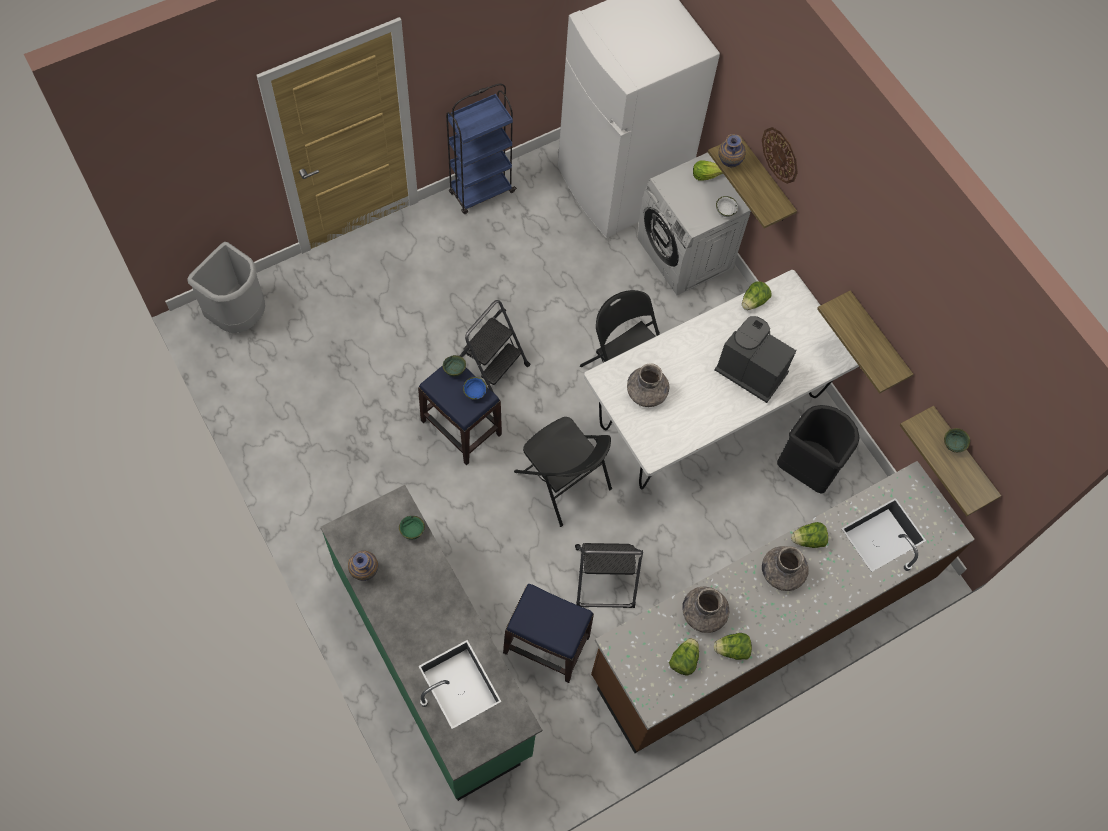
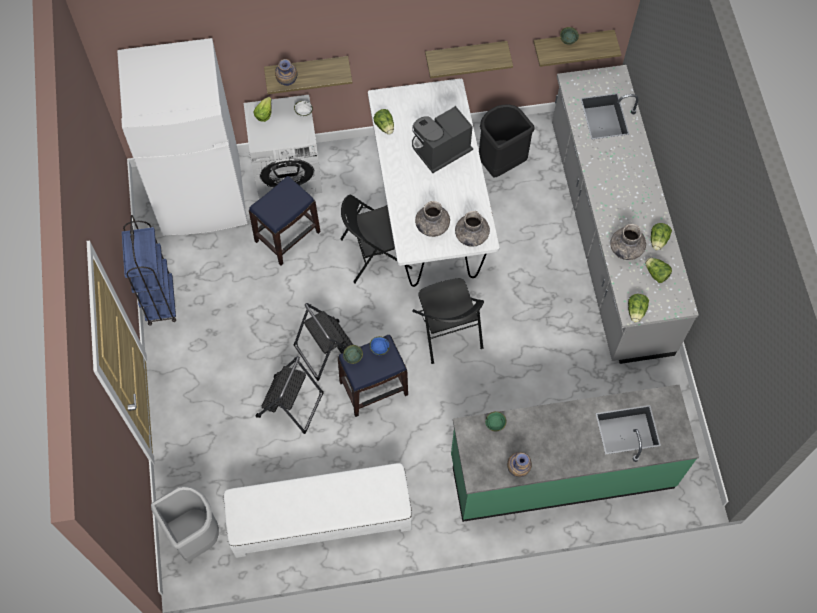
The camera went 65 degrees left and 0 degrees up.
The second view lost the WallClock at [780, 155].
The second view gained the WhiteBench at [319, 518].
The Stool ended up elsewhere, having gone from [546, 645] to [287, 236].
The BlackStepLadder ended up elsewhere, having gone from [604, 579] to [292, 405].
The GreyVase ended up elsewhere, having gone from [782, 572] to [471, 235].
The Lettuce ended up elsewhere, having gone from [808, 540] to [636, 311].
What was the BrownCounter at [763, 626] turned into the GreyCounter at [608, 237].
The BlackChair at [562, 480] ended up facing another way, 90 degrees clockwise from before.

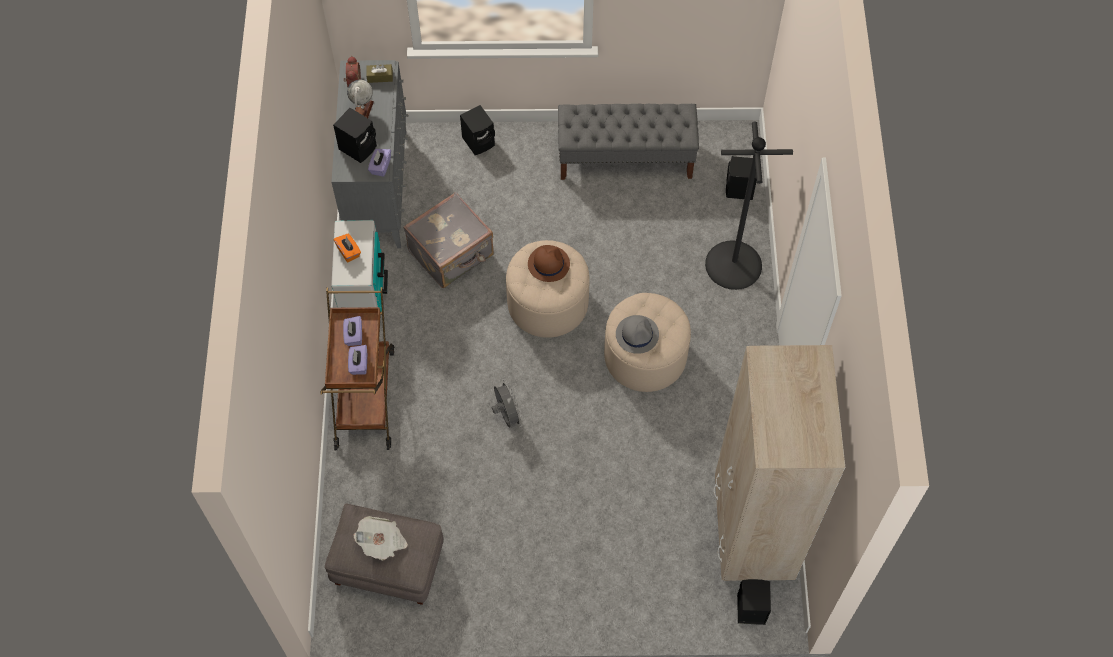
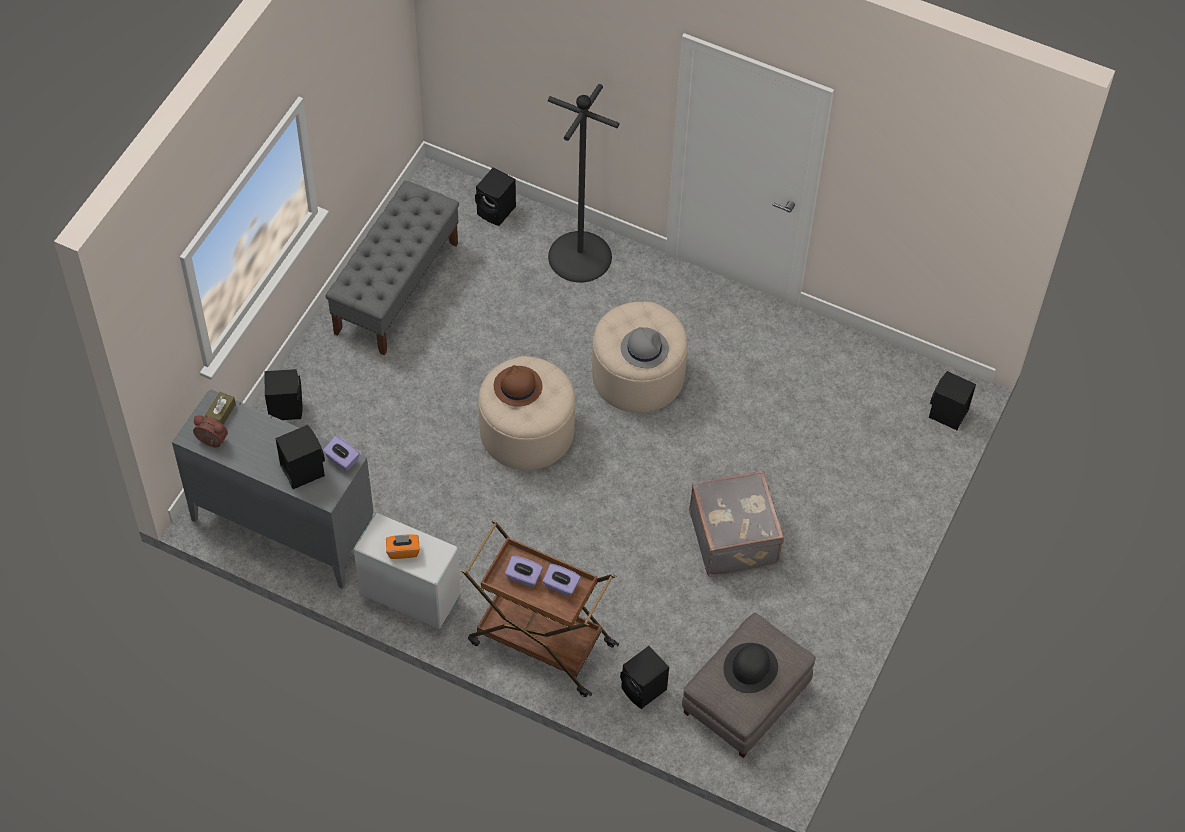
The camera went 65 degrees left and 5 degrees down.
The second view lost the Globe at [363, 109].
The second view lost the GreyFan at [507, 415].
The second view lost the BeigeWardrobe at [752, 531].
The second view gained the BlackSpeaker at [644, 690].
The GreySuitcase ended up elsewhere, having gone from [452, 254] to [735, 537].
Where the Newspaper stood at [382, 542], the BlackHat came to stand at [750, 667].

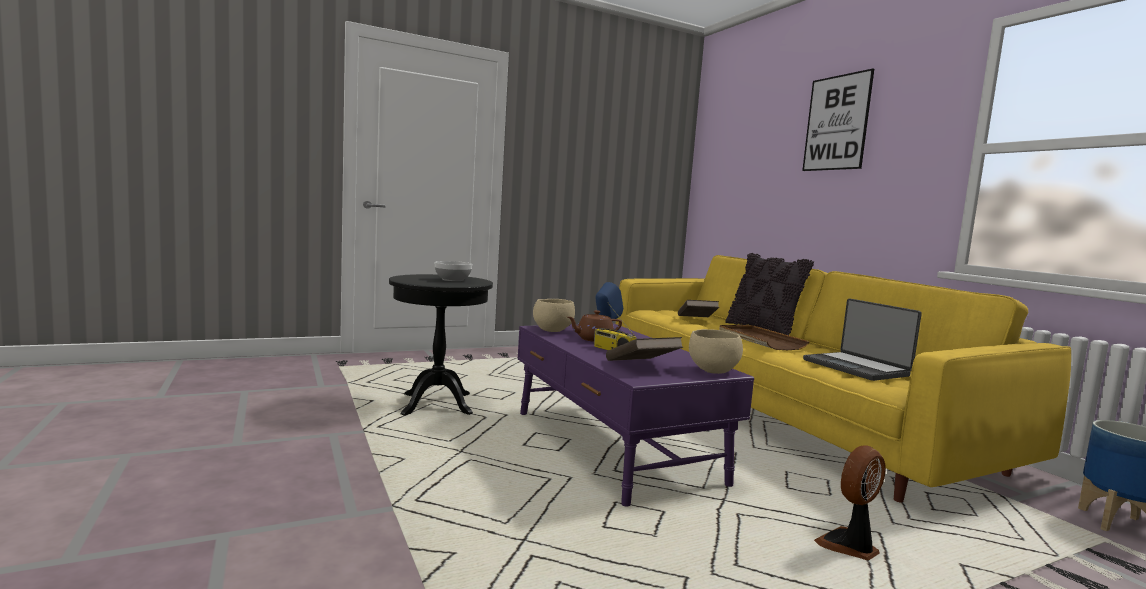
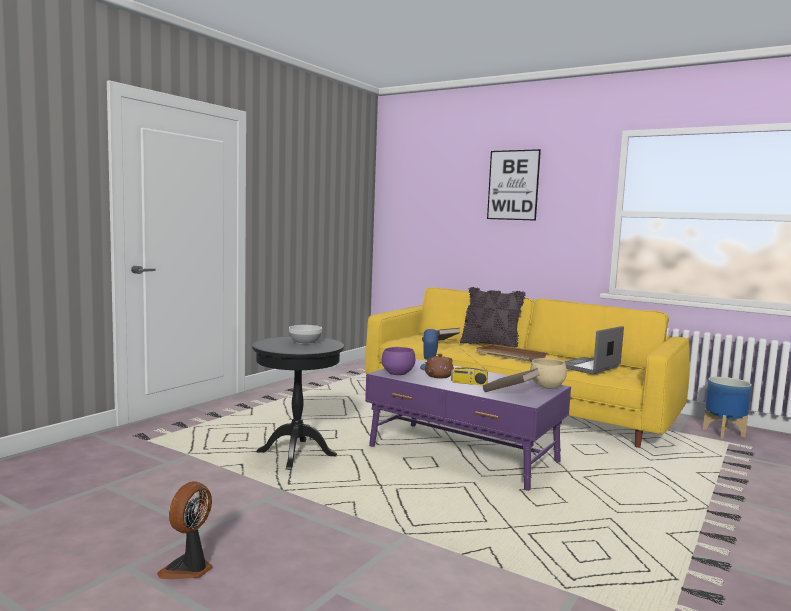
The camera went 30 degrees left and 0 degrees up.
The Fan ended up elsewhere, having gone from [849, 546] to [189, 569].
What was the BeigeBowl at [551, 330] turned into the PurpleBowl at [397, 373].
The Laptop at [857, 368] ended up facing another way, 105 degrees clockwise from before.

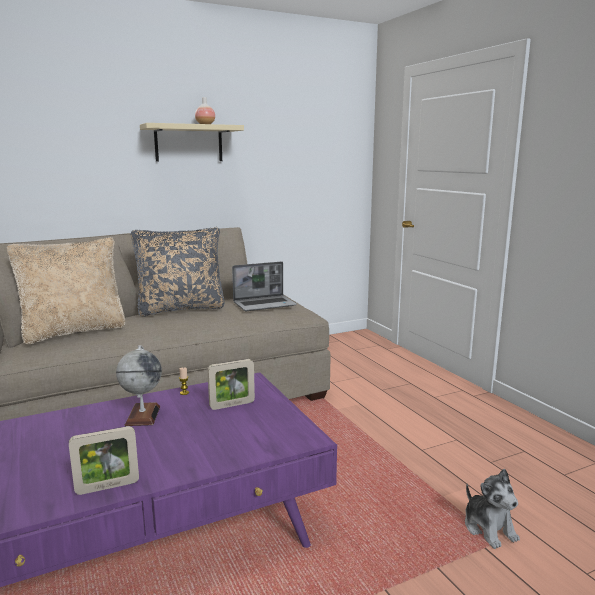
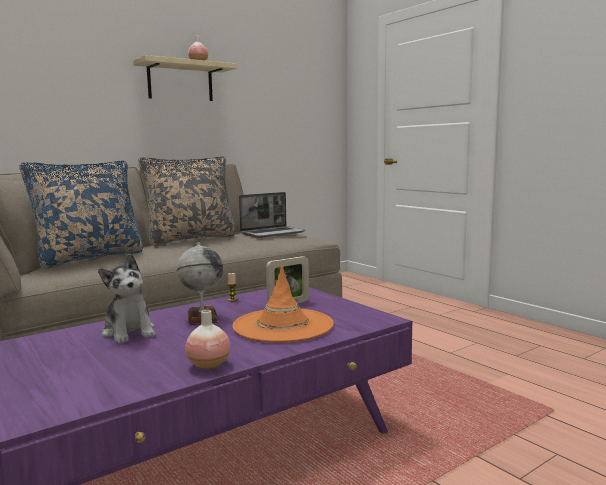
The camera went 10 degrees left and 5 degrees down.
The second view gained the OrangeHat at [283, 325].
The PlushToy ended up elsewhere, having gone from [489, 528] to [129, 332].
Where the PictureFrame stood at [107, 487], the Vase came to stand at [208, 365].
What was the BeigePillow at [75, 333] turned into the BluePillow at [91, 259].

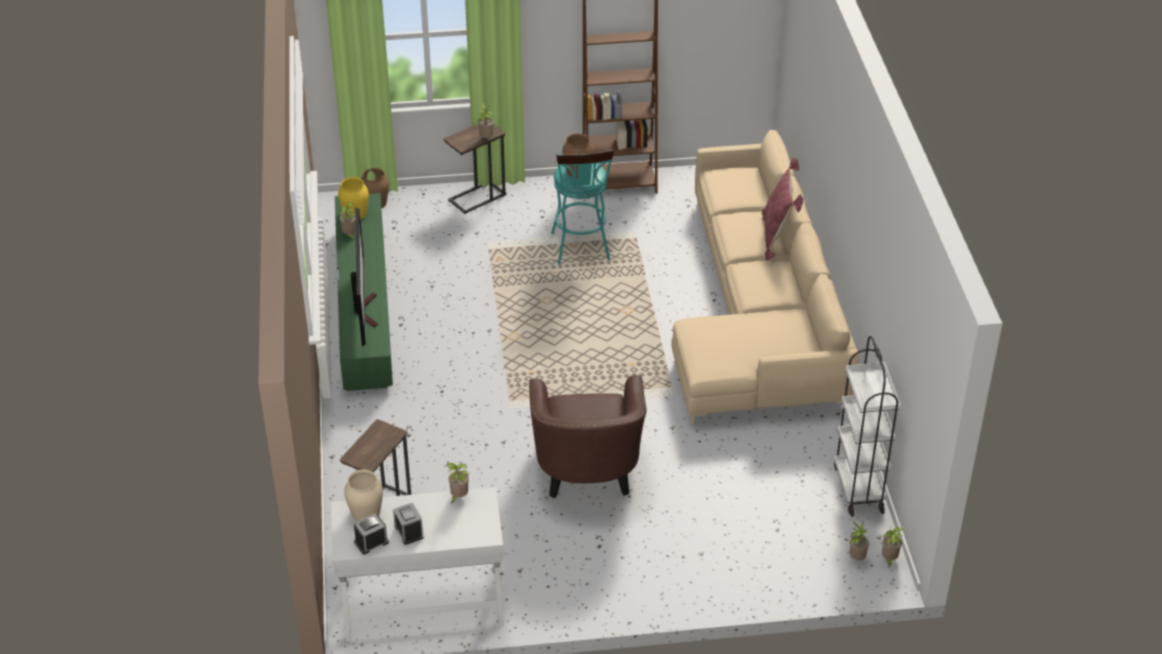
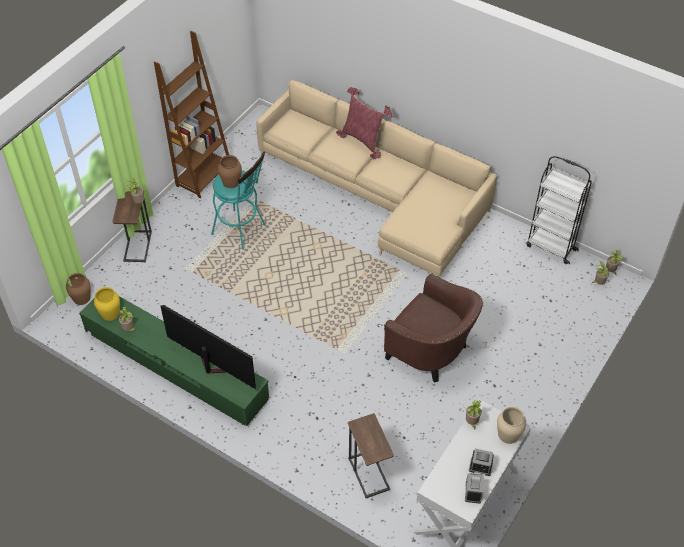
The camera went 50 degrees left and 10 degrees up.
The BeigeVase ended up elsewhere, having gone from [365, 512] to [508, 434].

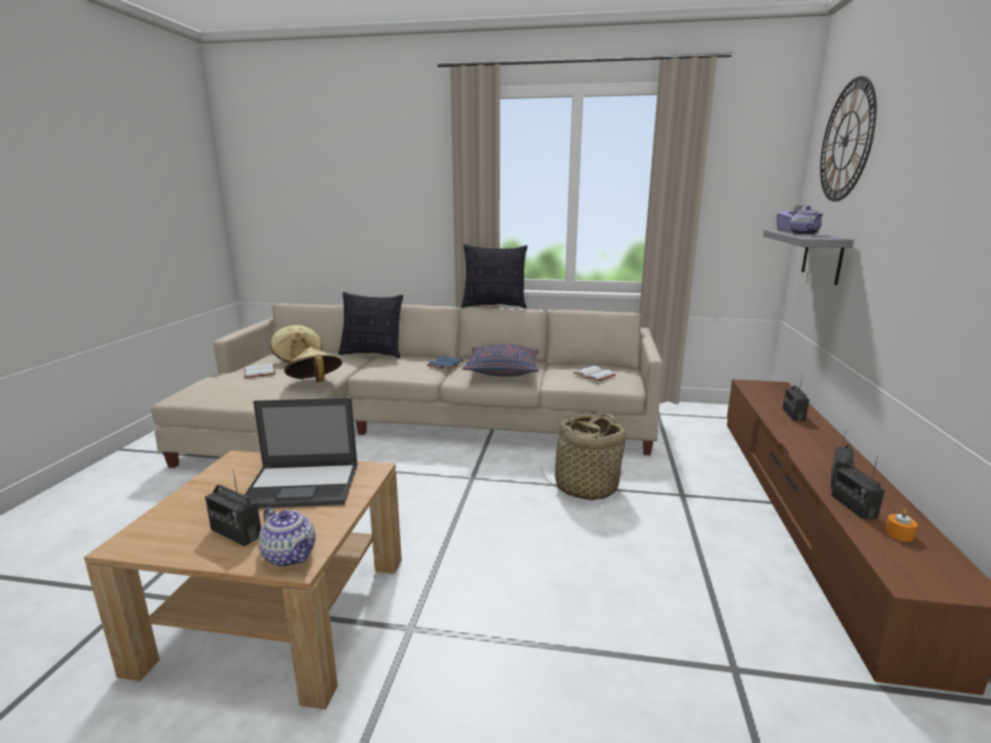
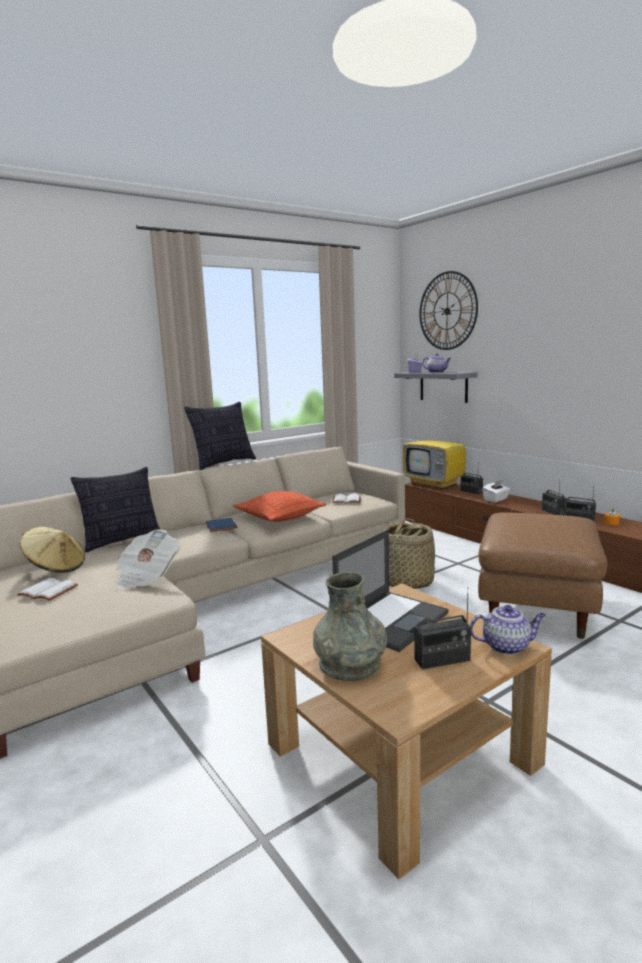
The camera went 45 degrees left and 5 degrees down.
The second view gained the GreyVase at [350, 664].
The second view gained the Television at [435, 484].
The second view gained the BrownOttoman at [536, 607].
The second view gained the WhiteTissueBox at [496, 500].
Where the BeigeHat stood at [315, 383], the Newspaper came to stand at [147, 576].
What was the BluePillow at [502, 371] turned into the OrangePillow at [280, 517].

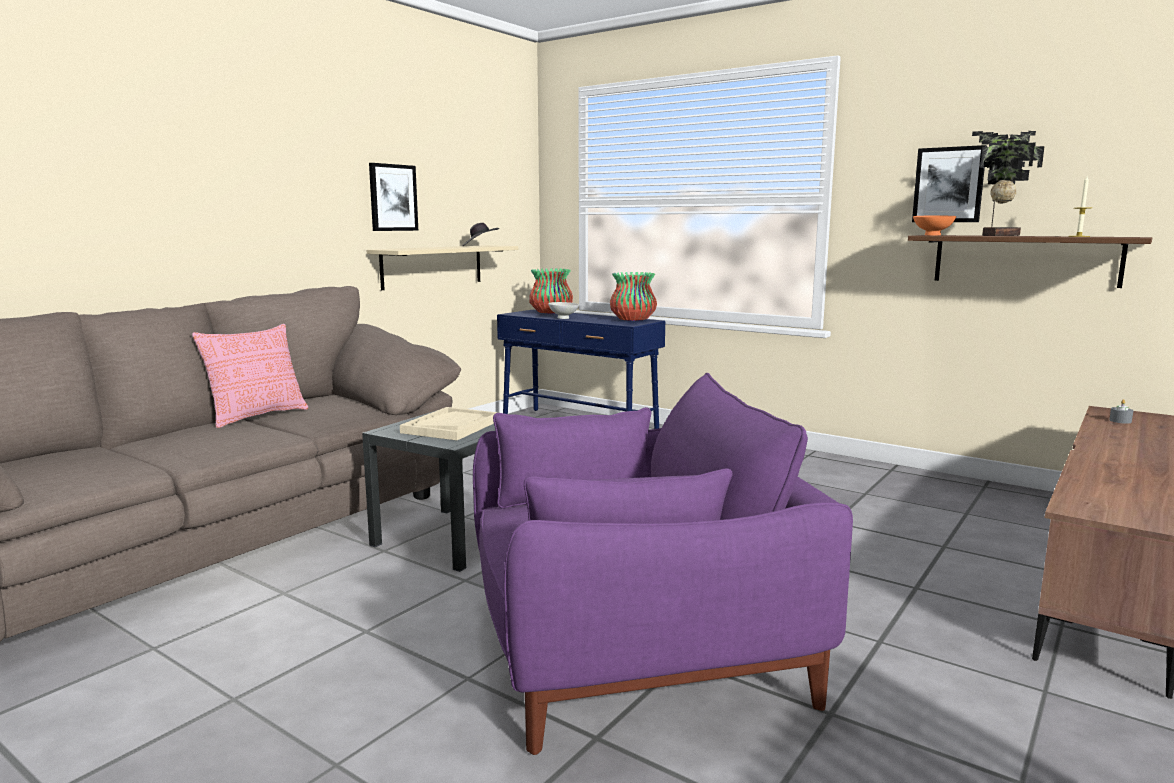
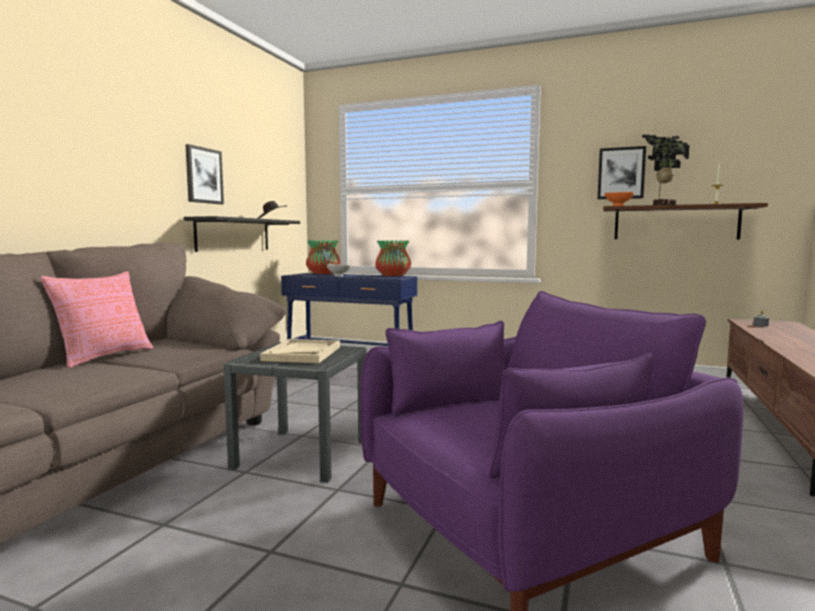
The camera went 15 degrees left and 5 degrees down.
What was the BeigeShelf at [432, 266] turned into the BlackShelf at [233, 235].

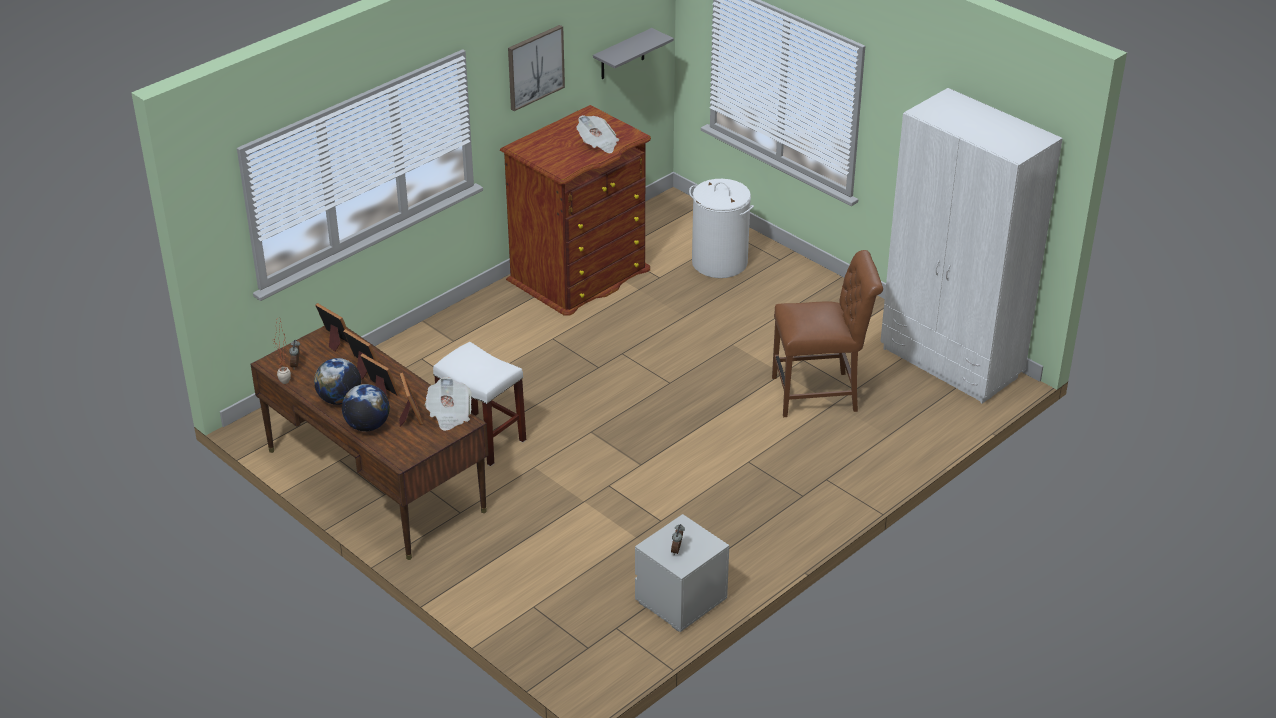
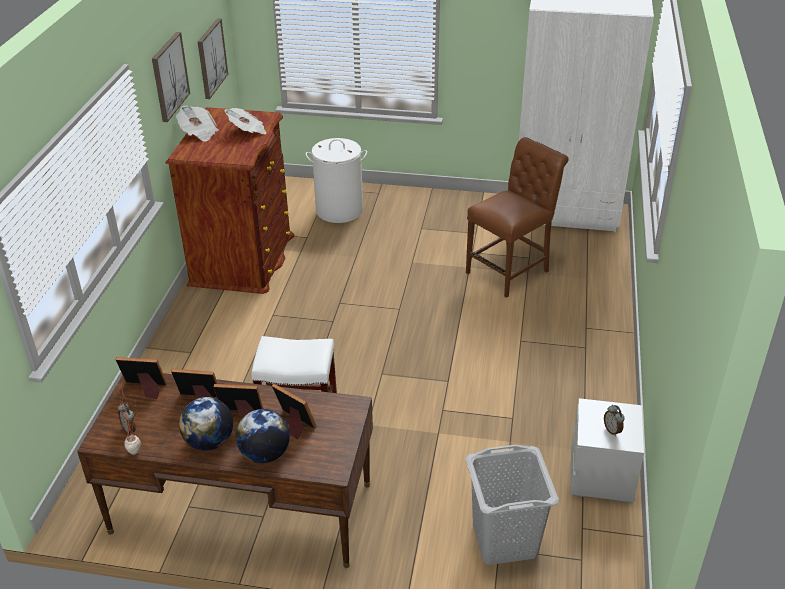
The camera went 35 degrees left and 0 degrees up.
The second view gained the GreyLaundryBasket at [505, 539].
The Newspaper ended up elsewhere, having gone from [449, 414] to [198, 133].
Where the GreyShelf hung at [622, 55], the Picture came to hang at [211, 58].

